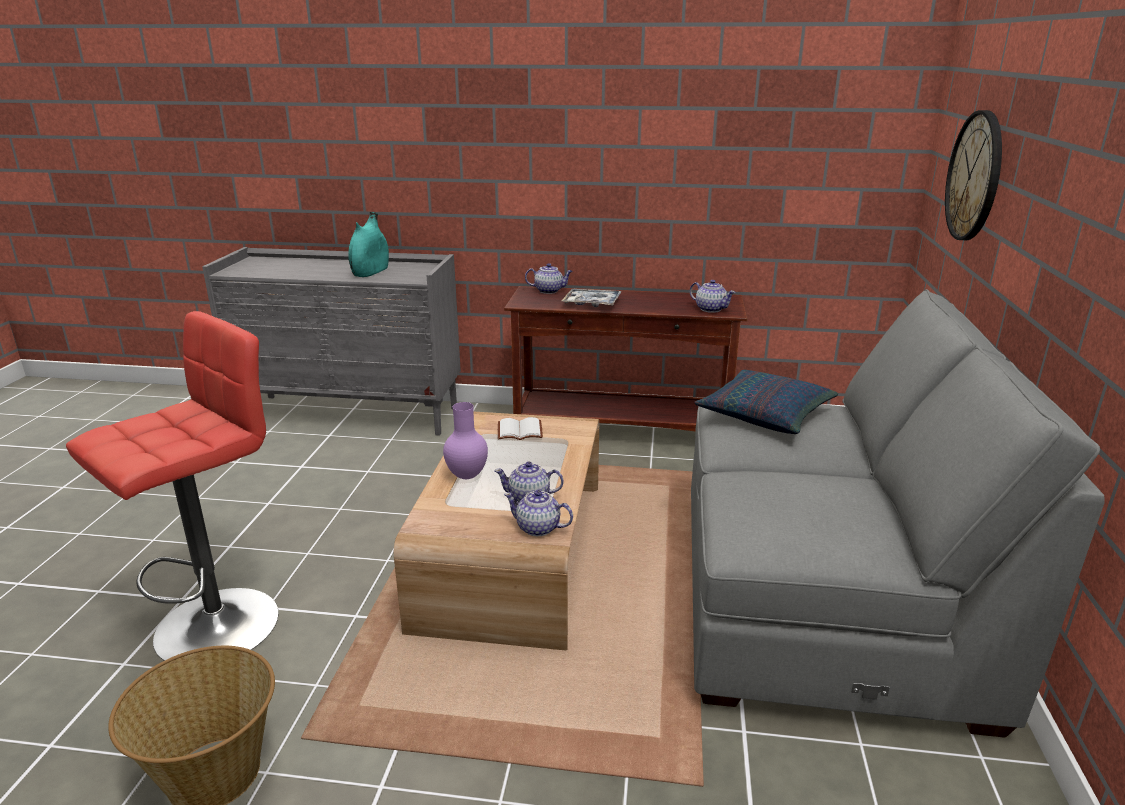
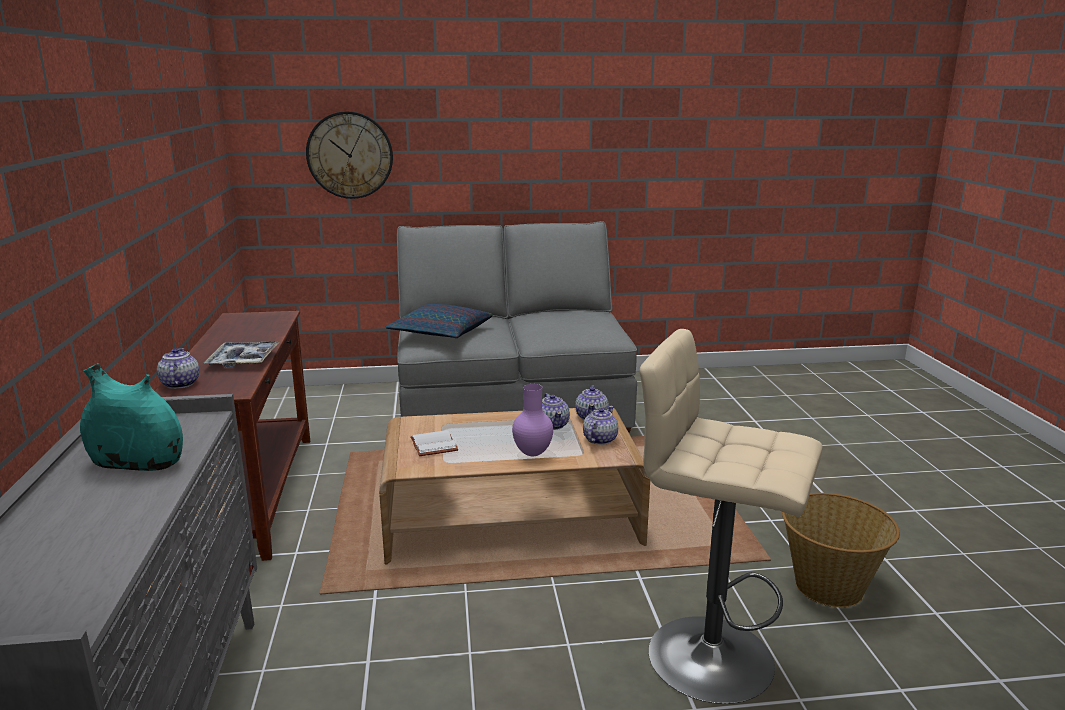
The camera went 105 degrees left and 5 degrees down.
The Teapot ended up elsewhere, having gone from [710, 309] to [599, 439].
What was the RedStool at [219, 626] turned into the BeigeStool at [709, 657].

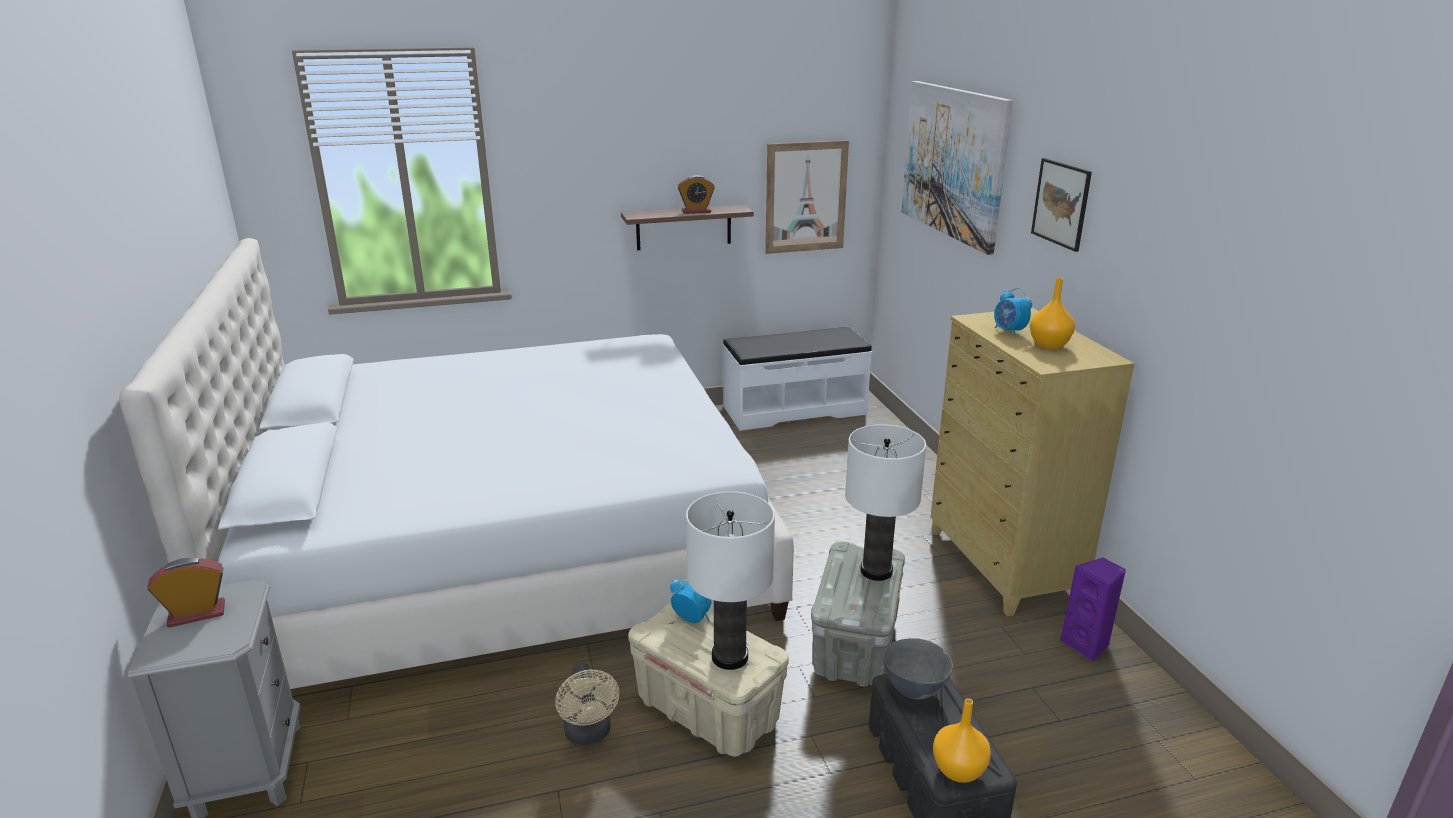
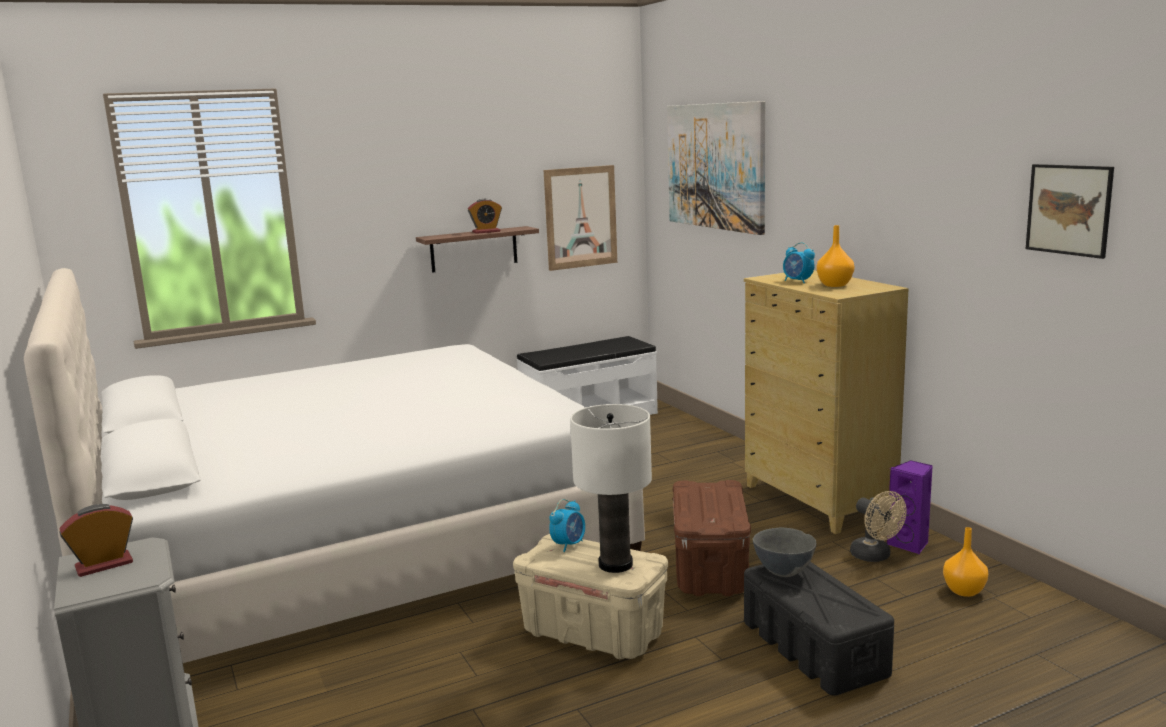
The camera went 10 degrees left and 10 degrees down.
The second view lost the WhiteTableLamp at [876, 571].
The BeigeFan ended up elsewhere, having gone from [589, 734] to [875, 556].
The OrangeVase ended up elsewhere, having gone from [959, 771] to [964, 591].
The Picture ended up elsewhere, having gone from [1061, 204] to [1069, 209].
What was the GreyStorageBox at [854, 645] turned into the BrownStorageBox at [709, 570].
The AlarmClock at [691, 619] ended up facing another way, 105 degrees clockwise from before.

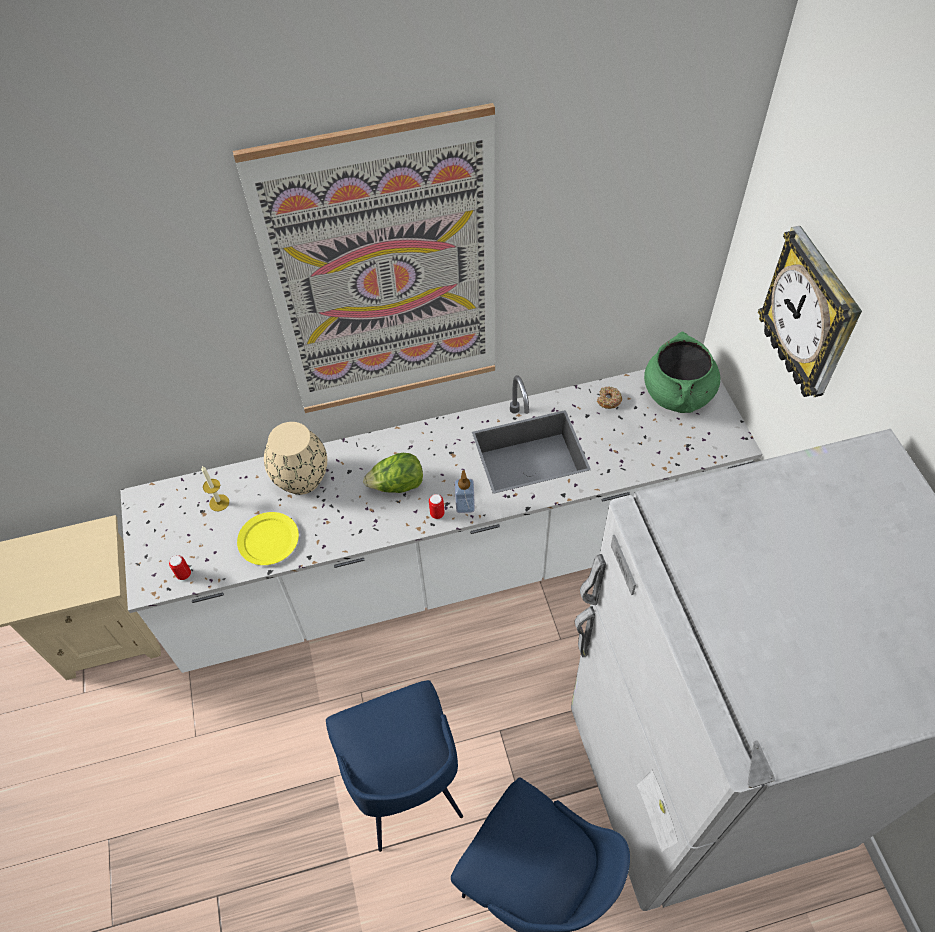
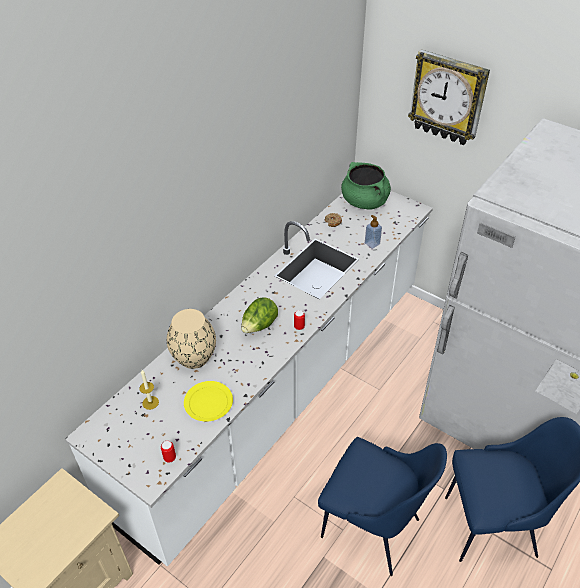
The camera went 40 degrees left and 10 degrees down.
The second view lost the Picture at [385, 277].
The SoapDispenser ended up elsewhere, having gone from [465, 505] to [372, 243].

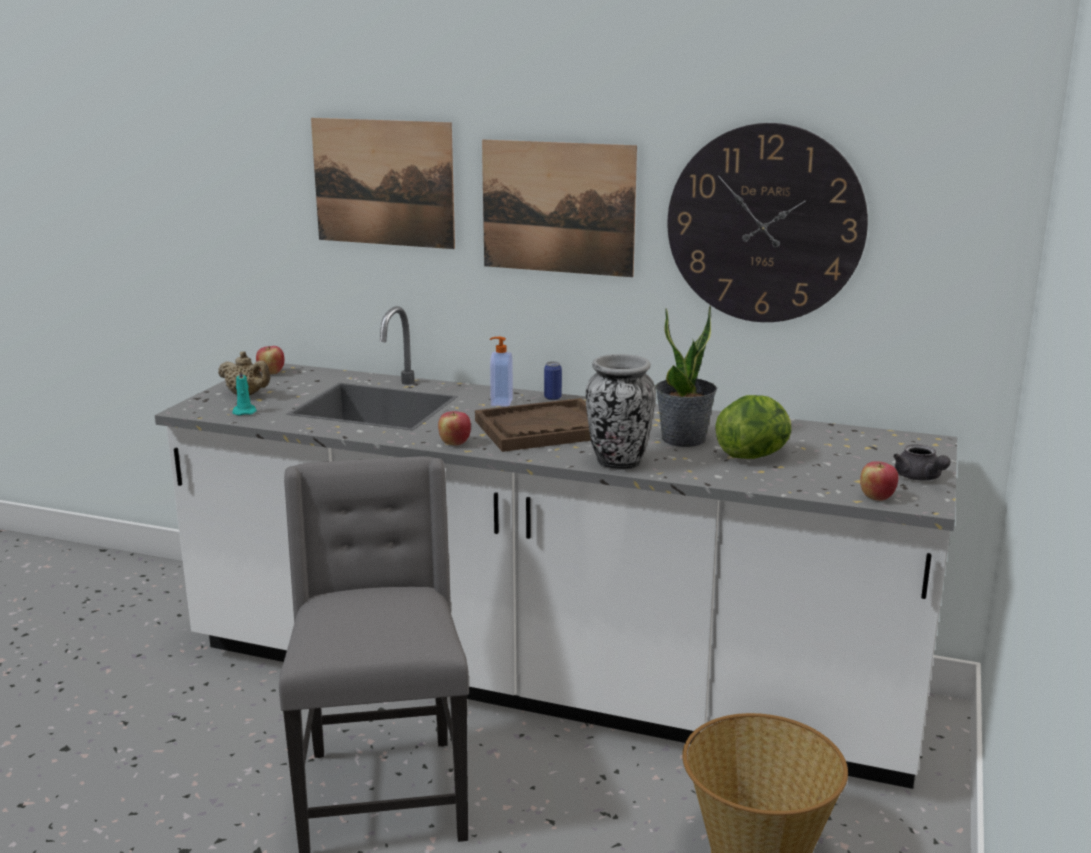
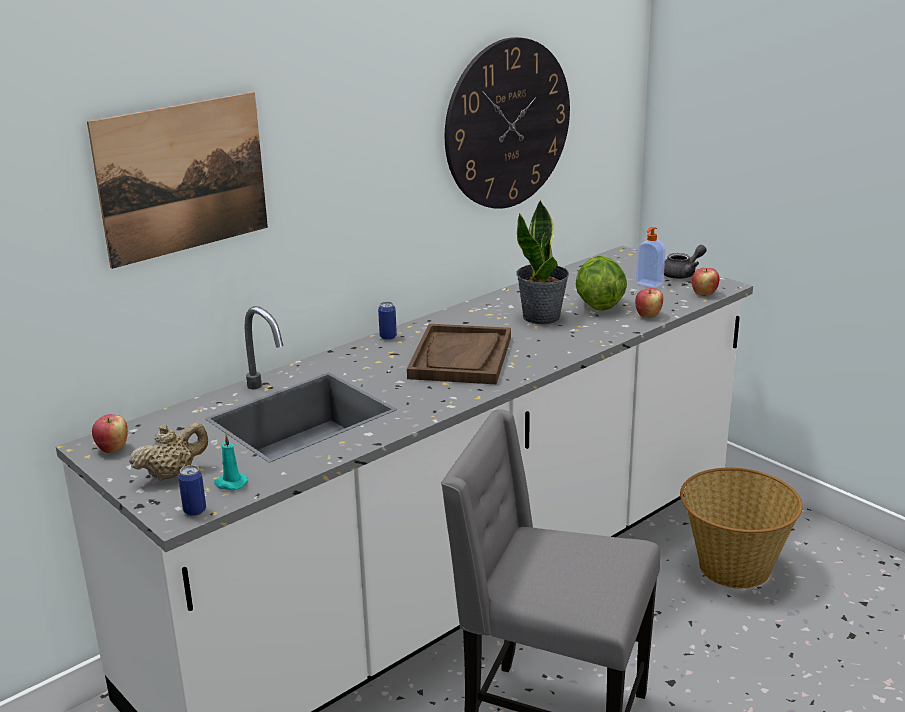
The camera went 60 degrees left and 5 degrees up.
The second view lost the Picture at [558, 207].
The second view lost the Vase at [618, 463].
The second view gained the Can at [194, 510].
The Apple ended up elsewhere, having gone from [454, 443] to [648, 315].
The SoapDispenser ended up elsewhere, having gone from [500, 402] to [648, 284].
The GreyTeapot at [920, 478] ended up facing another way, 45 degrees counterclockwise from before.

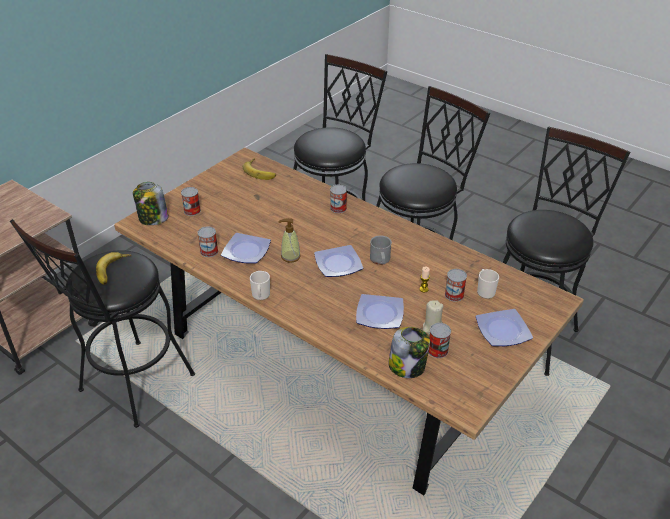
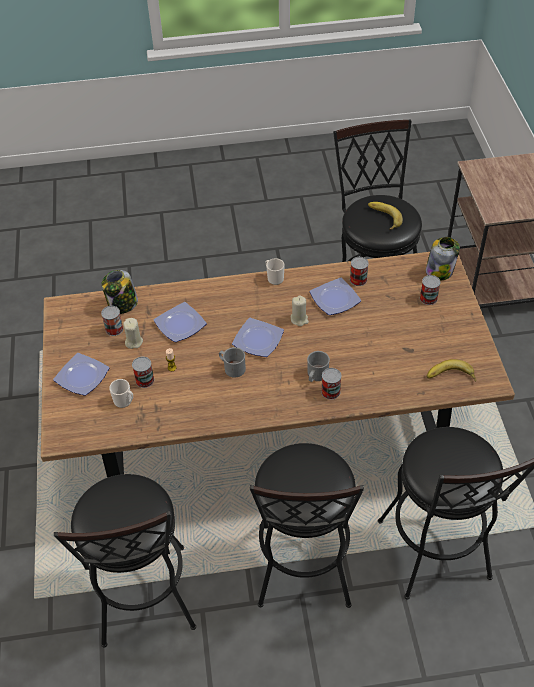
The camera went 135 degrees right and 10 degrees up.
The second view gained the GreyMug at [316, 376].
Where the SoapDispenser stood at [290, 256], the BeigeCandle came to stand at [299, 319].

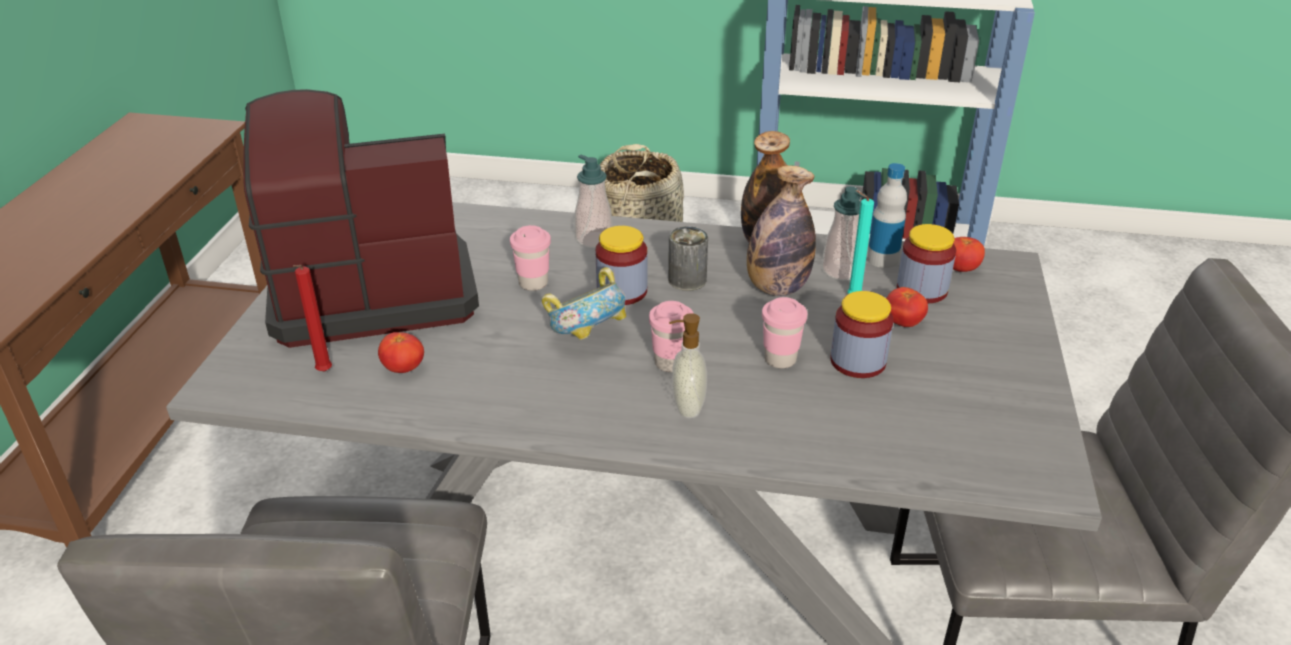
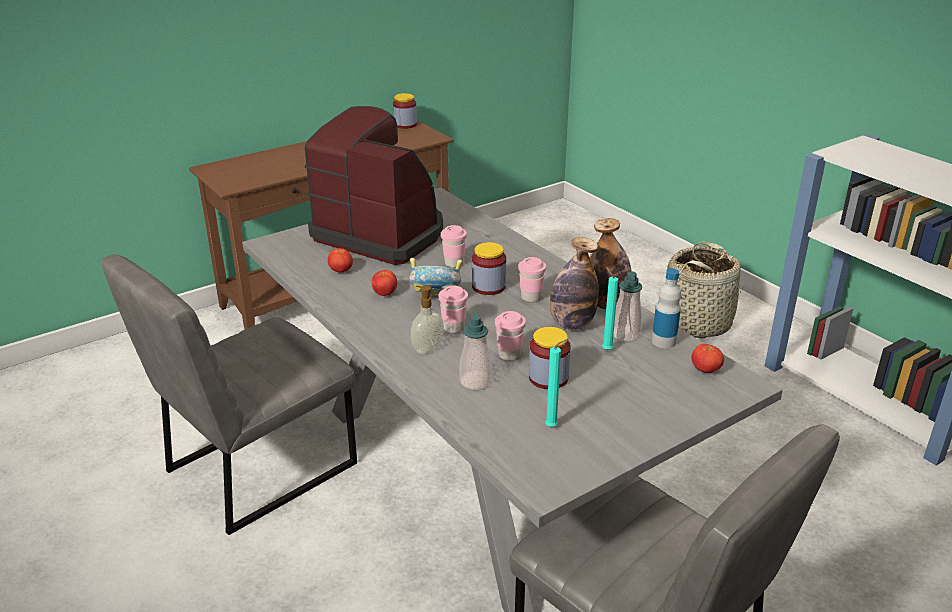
The camera went 45 degrees right and 5 degrees down.
The second view lost the RedCandle at [323, 373].
The second view gained the TurquoiseCandle at [553, 426].
The SoapDispenser ended up elsewhere, having gone from [593, 239] to [475, 382].
The Tomato ended up elsewhere, having gone from [903, 323] to [385, 293].
The Jar ended up elsewhere, having gone from [921, 289] to [405, 125].
Where the Can stood at [687, 280], the PinkCup came to stand at [531, 297].

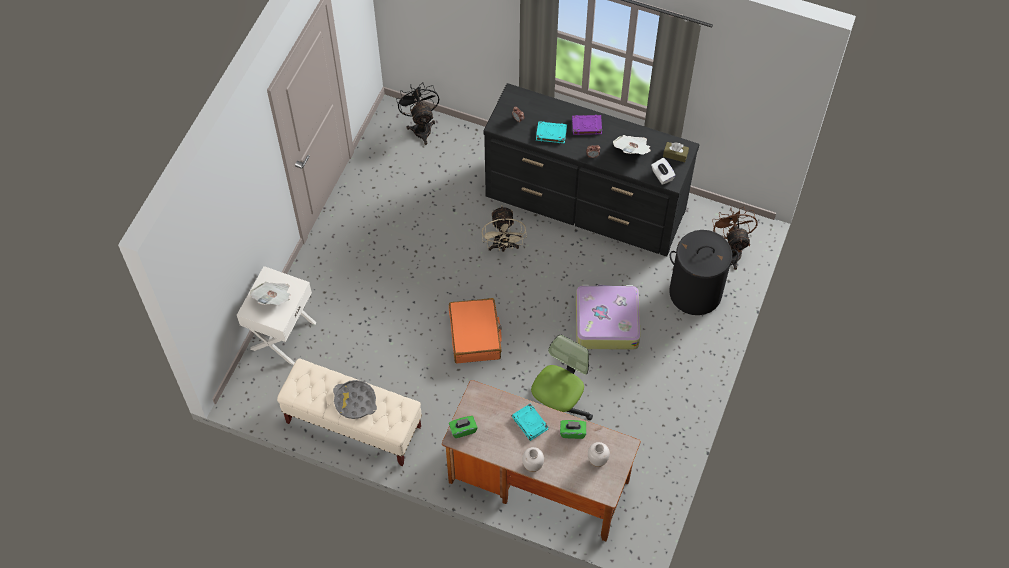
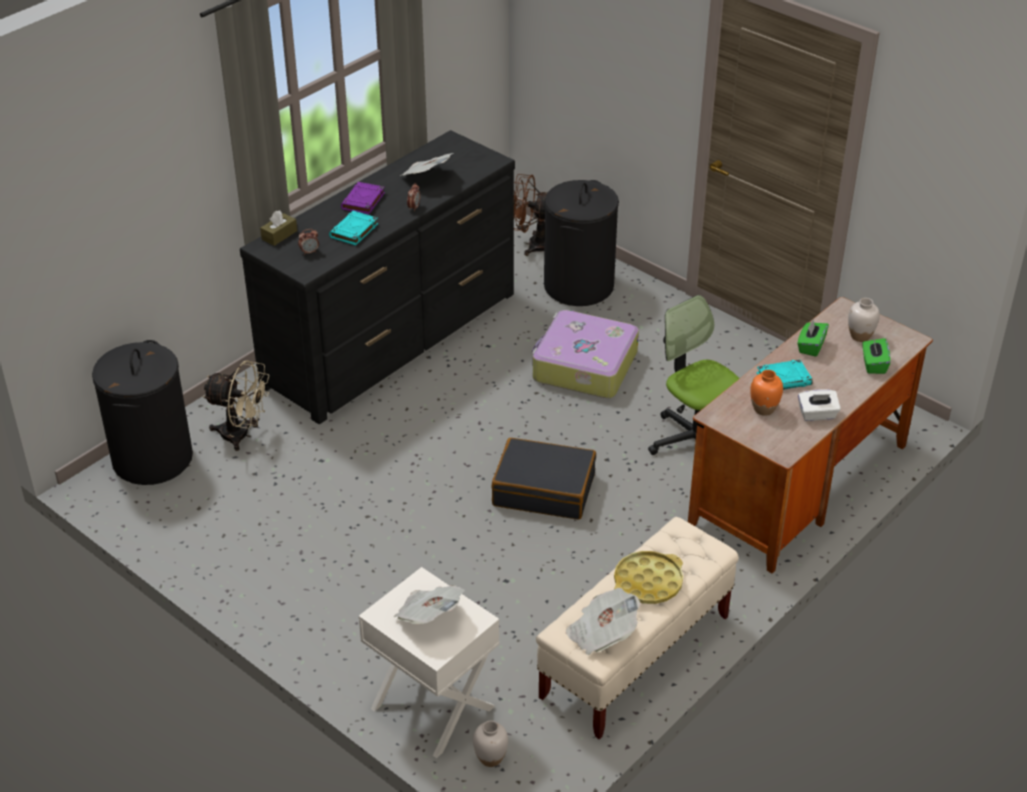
The camera went 70 degrees left and 20 degrees down.
The second view gained the Newspaper at [602, 634].
The second view gained the OrangeVase at [764, 409].
The GreenTissueBox ended up elsewhere, having gone from [463, 430] to [873, 364].
The BeigeFan ended up elsewhere, having gone from [503, 246] to [242, 435].
The WhiteVase ended up elsewhere, having gone from [532, 465] to [490, 758].
The WhiteTissueBox ended up elsewhere, having gone from [662, 176] to [817, 415].
The BrownTissueBox ended up elsewhere, having gone from [675, 155] to [279, 235].
Where the BlackFan stood at [421, 127], the BlackLaundryBasket came to stand at [153, 459].
What was the GreyTray at [355, 401] turned into the YellowTray at [648, 582].
What was the OrangeSuitcase at [475, 336] turned into the BlackSuitcase at [544, 489].

